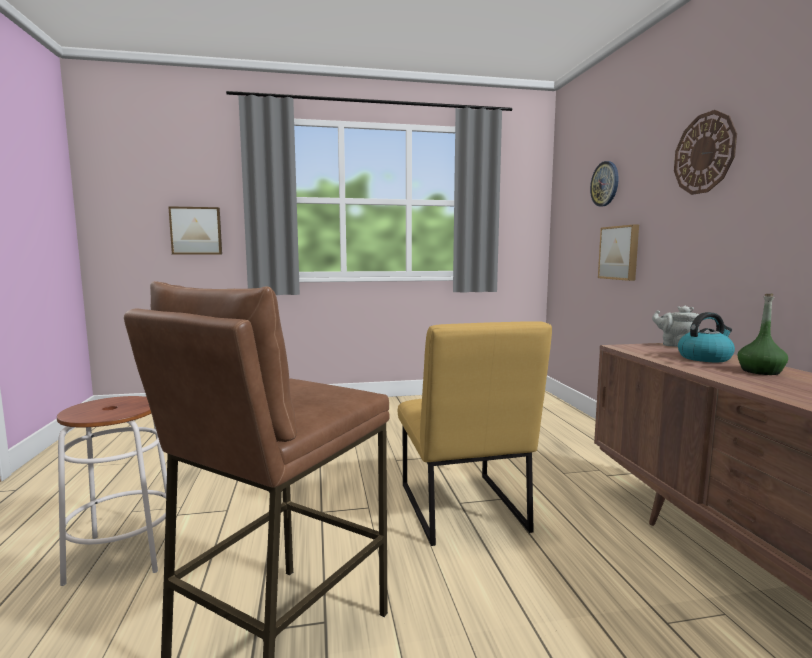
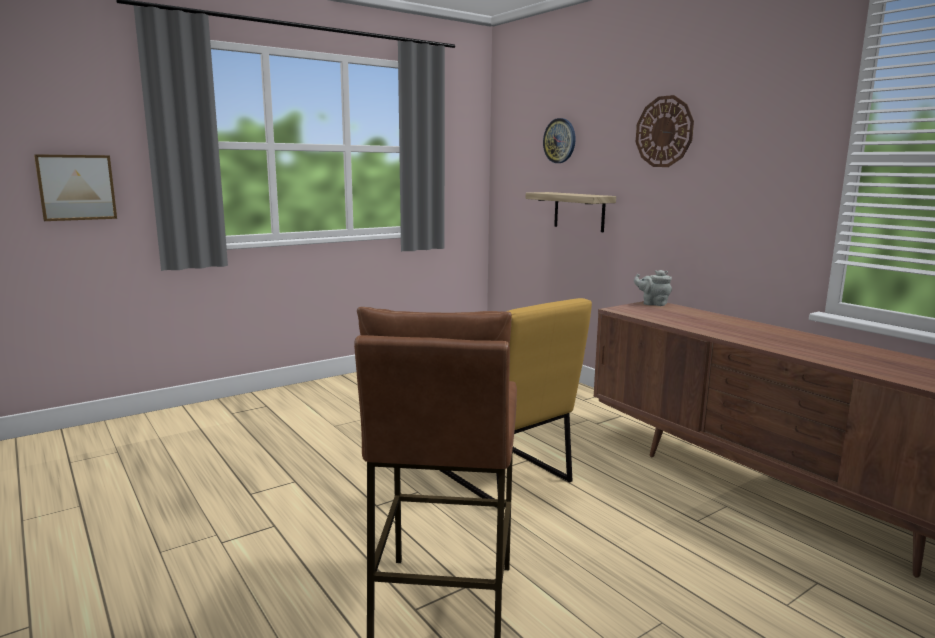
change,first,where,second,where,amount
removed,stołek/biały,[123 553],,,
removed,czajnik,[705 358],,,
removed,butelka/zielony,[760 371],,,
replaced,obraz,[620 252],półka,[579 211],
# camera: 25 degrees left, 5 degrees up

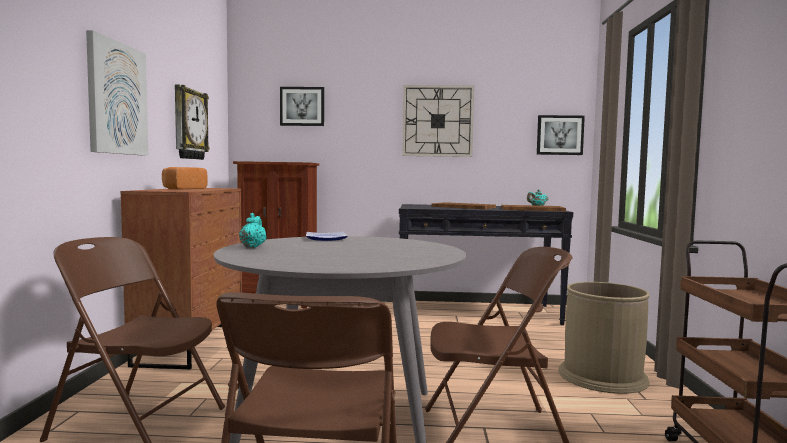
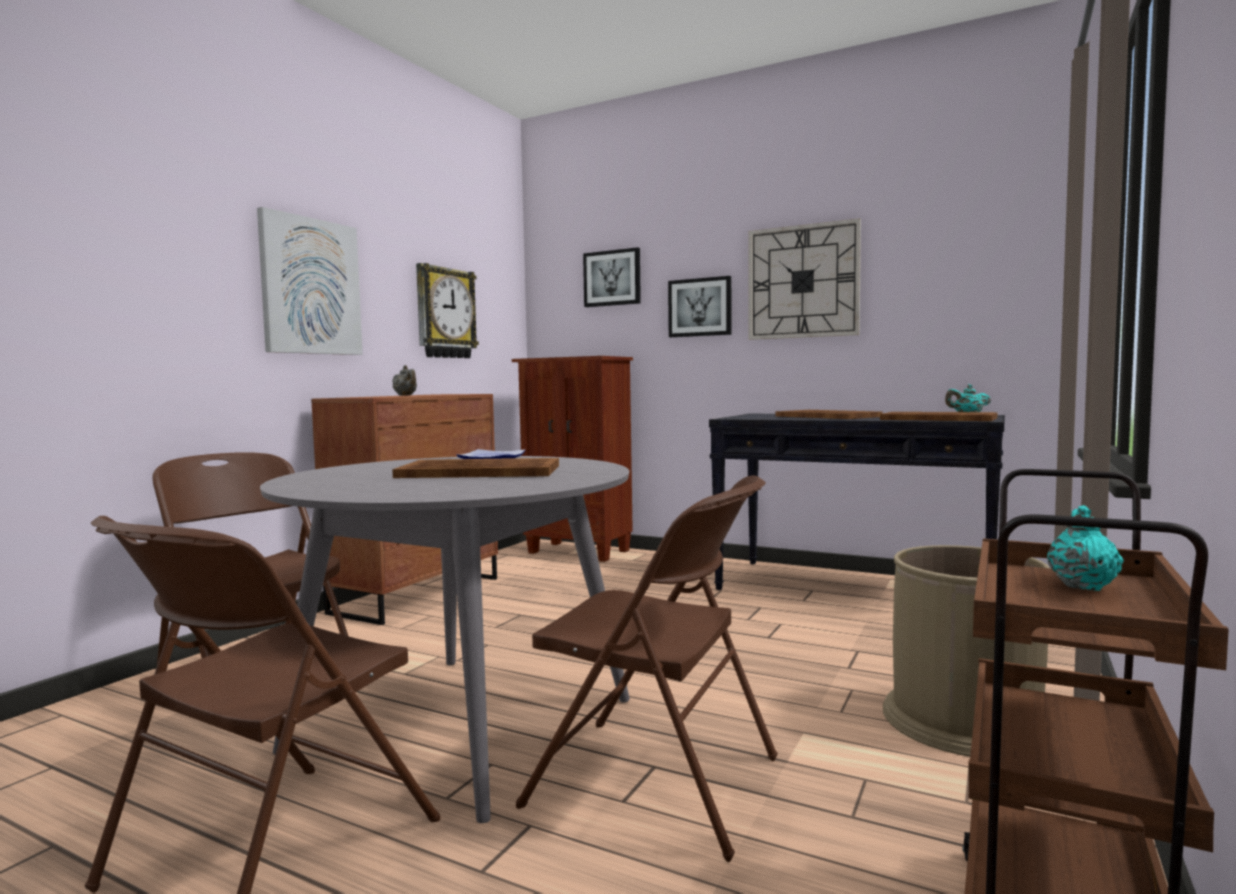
change,first,where,second,where,amount
added,,,taca/brązowy,[482 471],
moved,imbryk/turkusowy,[253 247],,[1082 585],
moved,obraz,[559 135],,[700 307],
replaced,chleb,[183 189],imbryk/szary,[406 395],
# camera: 25 degrees right, 0 degrees up

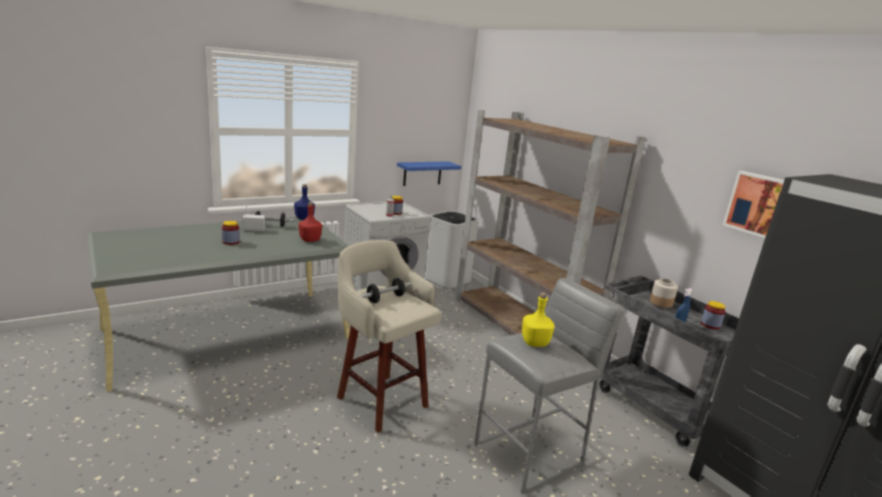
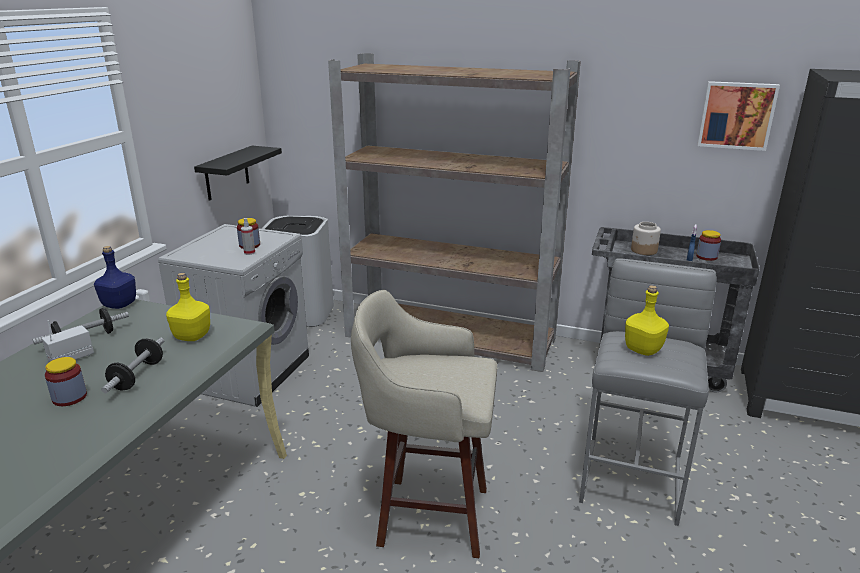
change,first,where,second,where,amount
moved,hantel,[385 298],,[137 376],
recoloured,butelka/czerwony,[310 240],butelka/żółty,[192 336],
recoloured,półka/niebieski,[422 173],półka/czarny,[227 173],
# camera: 35 degrees left, 5 degrees up

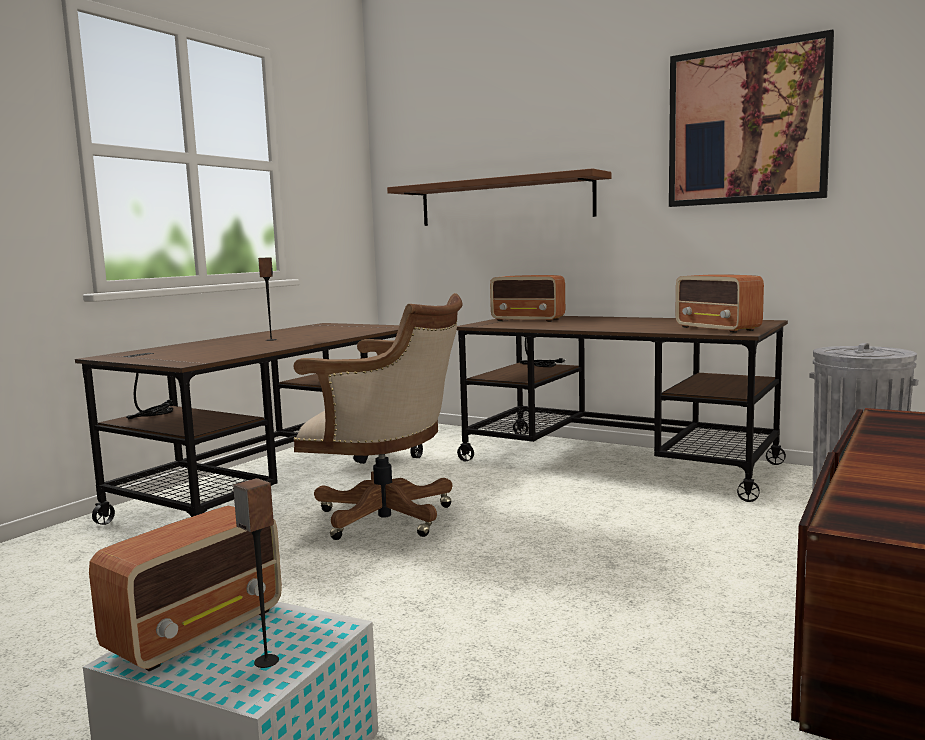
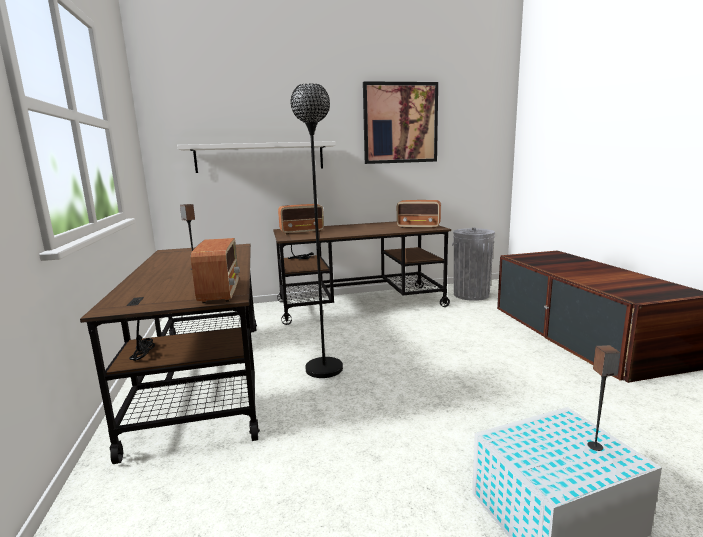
change,first,where,second,where,amount
moved,radio,[199 631],,[220 292],
replaced,krzesło biurowe,[391 518],lampa stojąca/czarny,[324 369],
recoloured,półka/brązowy,[504 201],półka/biały,[260 157],
# camera: 45 degrees left, 5 degrees up

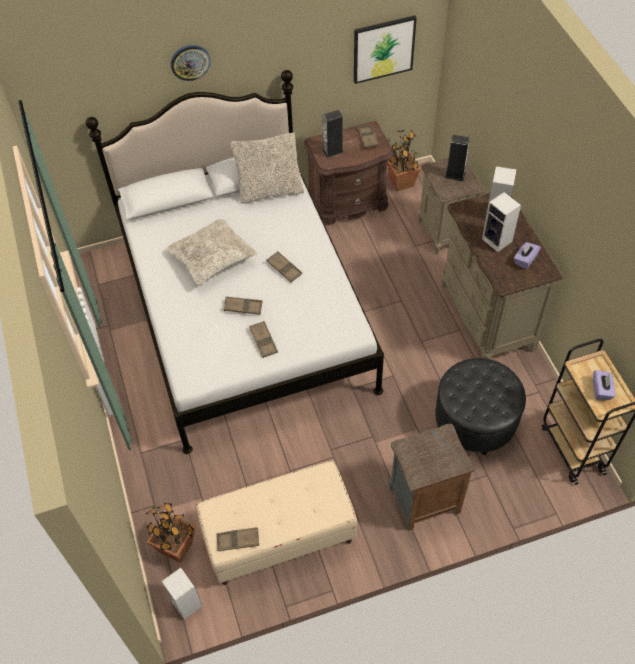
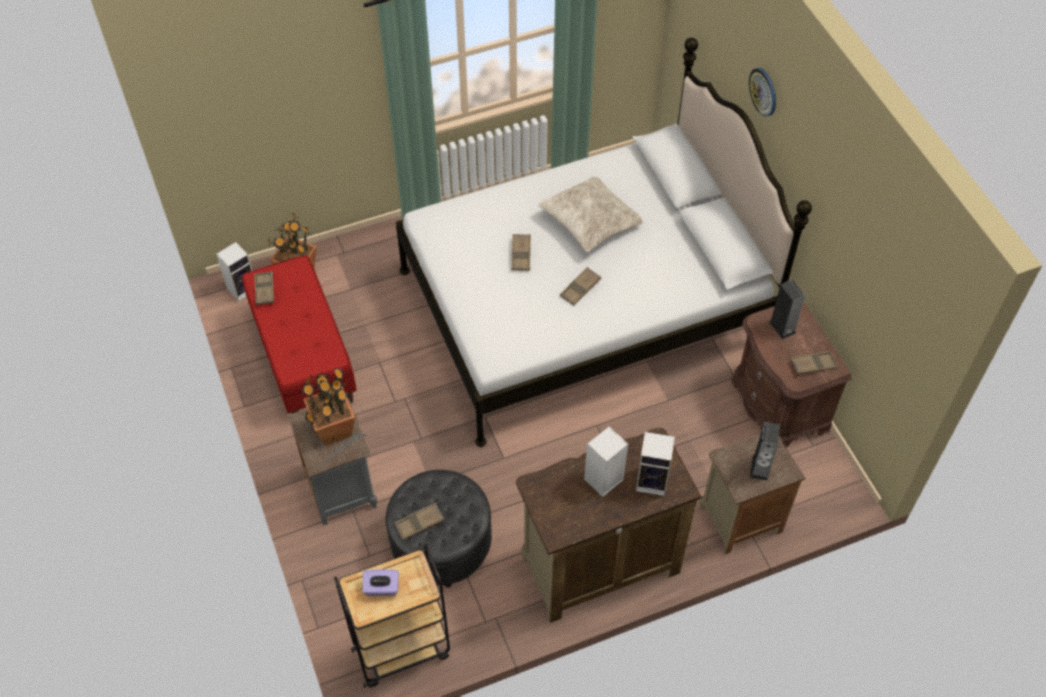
change,first,where,second,where,amount
removed,poduszka/beżowy,[270 188],,,
removed,obraz,[383 49],,,
removed,pudełko chusteczek/fioletowy,[525 260],,,
moved,taca/brązowy,[263 341],,[419 523],
moved,roślina doniczkowa,[401 183],,[333 429],
recoloured,ławka/beżowy,[279 537],ławka/czerwony,[303 357],
# camera: 85 degrees right, 0 degrees up

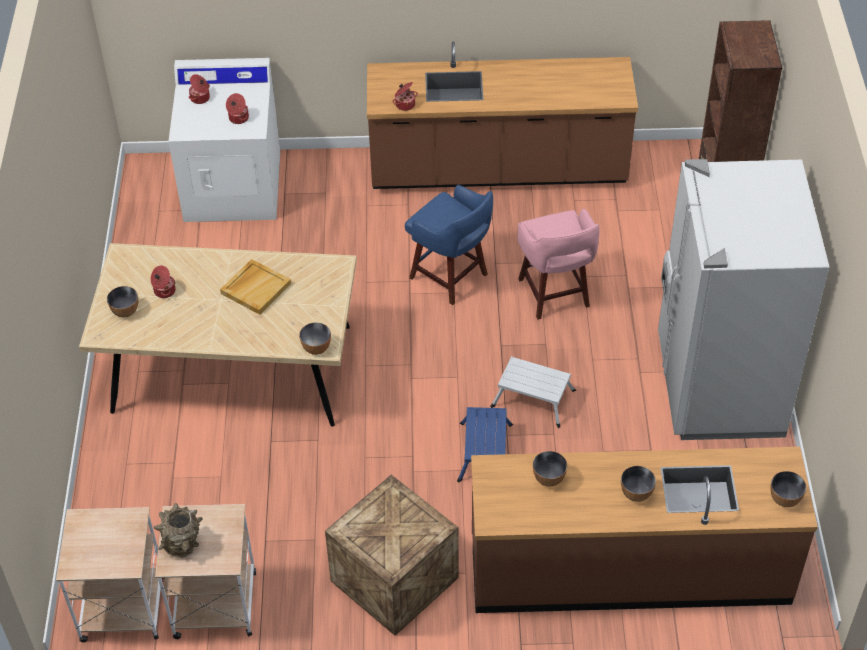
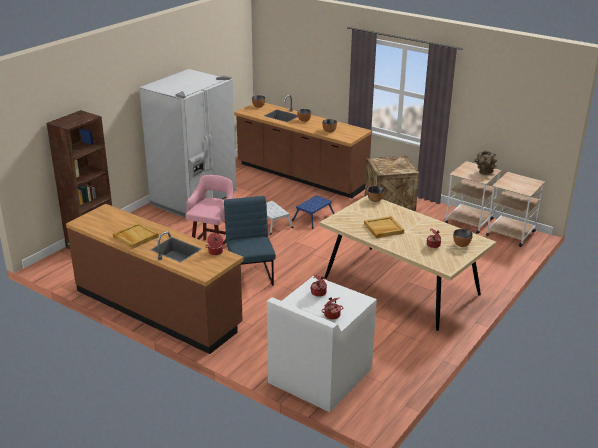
change,first,where,second,where,amount
added,,,taca/beżowy,[135 237],
replaced,stołek/niebieski,[451 278],krzesło/niebieski,[250 274],
# camera: 145 degrees left, 20 degrees down

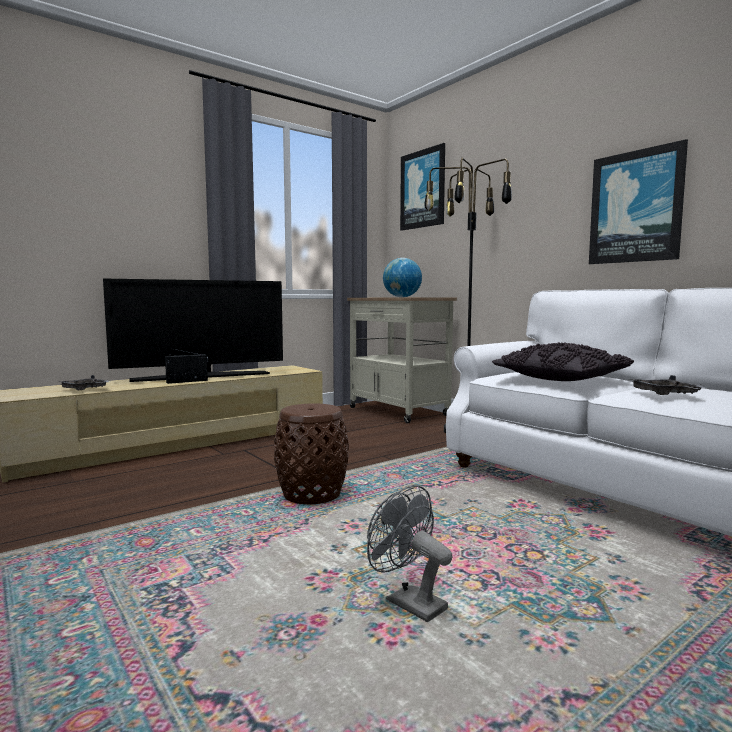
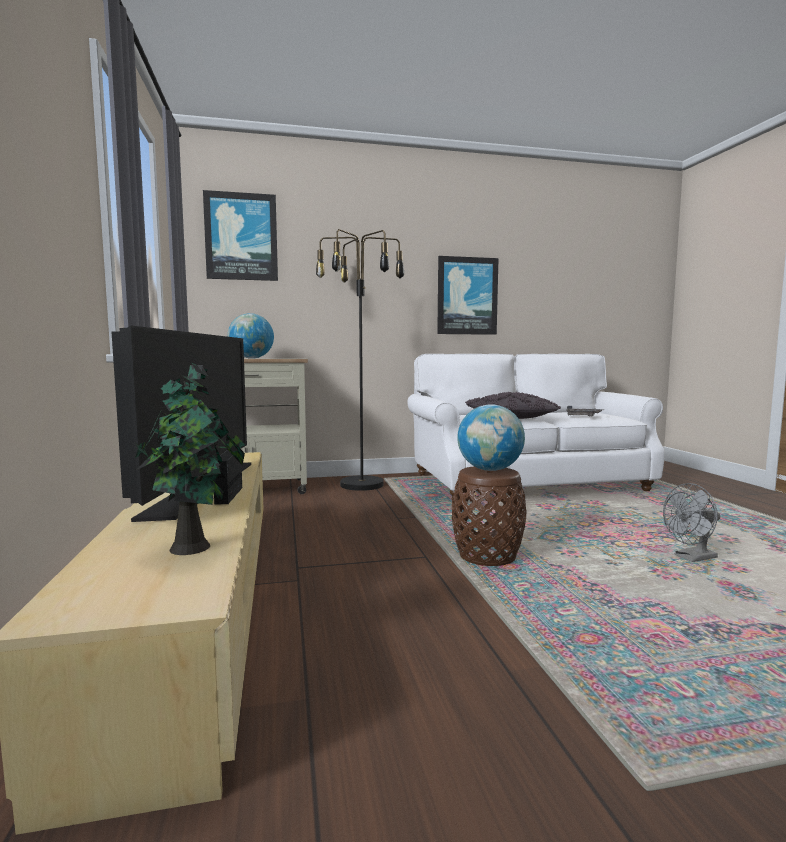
change,first,where,second,where,amount
added,,,globus,[490 470],
replaced,taca/szary,[85 389],roślina doniczkowa,[193 548],
# camera: 65 degrees left, 0 degrees up

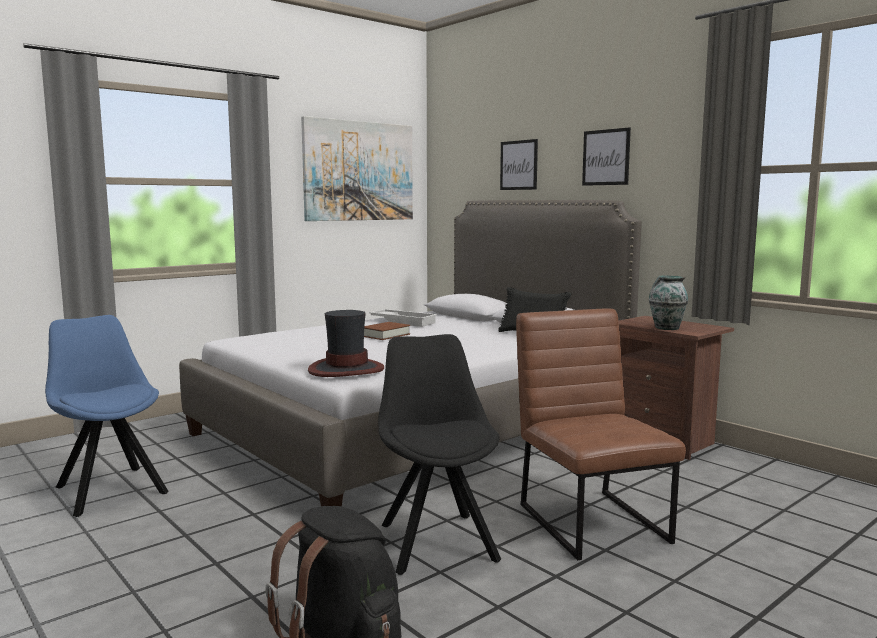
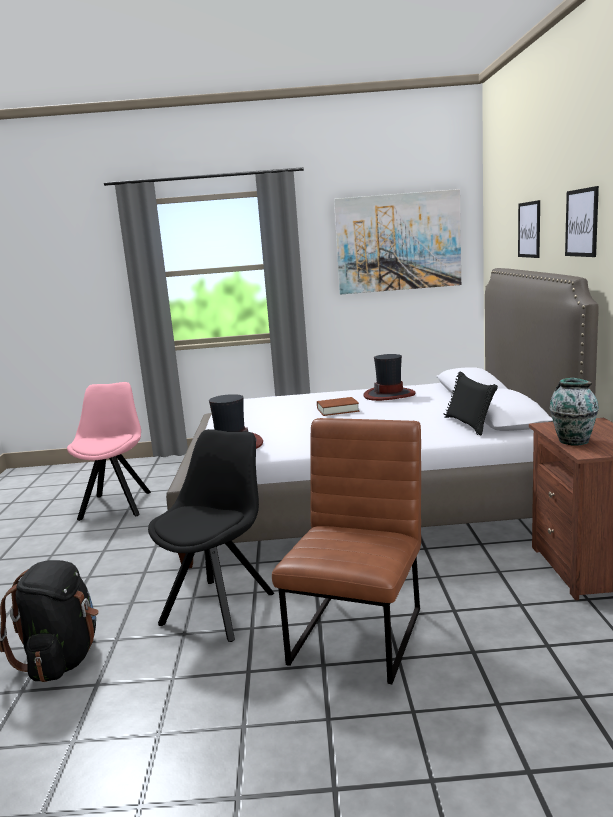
change,first,where,second,where,amount
replaced,taca/biały,[404 322],kapelusz,[389 395],
recoloured,krzesło/niebieski,[110 490],krzesło/różowy,[116 505],
# camera: 40 degrees right, 5 degrees up

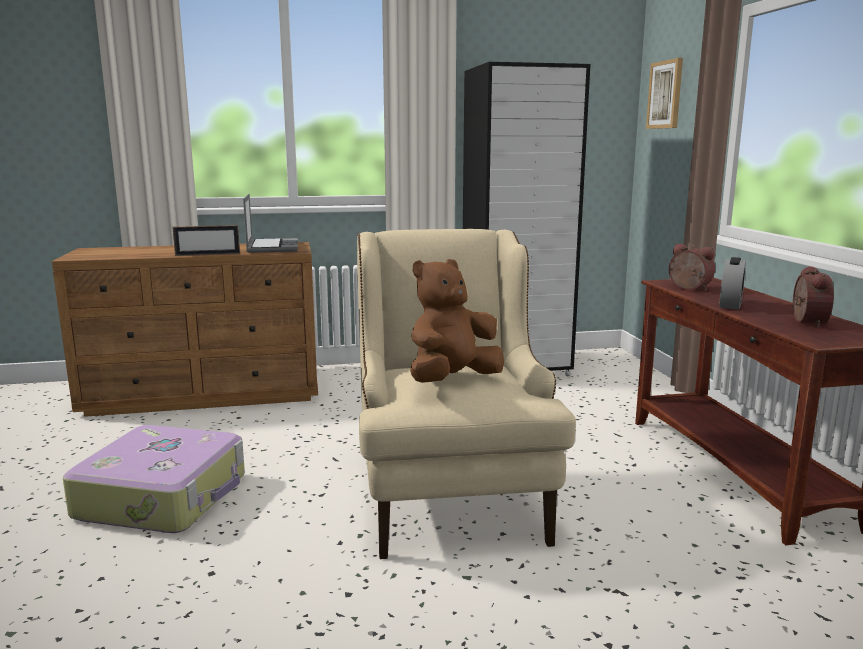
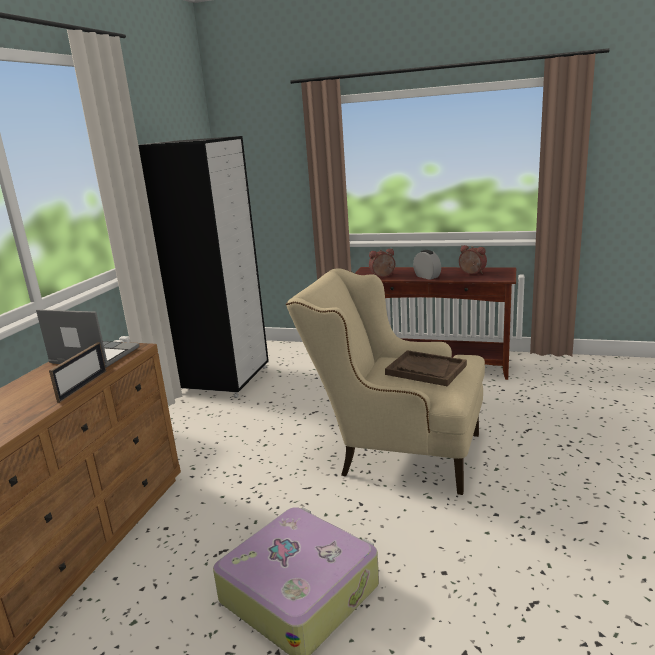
change,first,where,second,where,amount
removed,obraz,[665 95],,,
replaced,pluszak/brązowy,[452 380],taca/brązowy,[425 370],
# camera: 60 degrees left, 5 degrees up

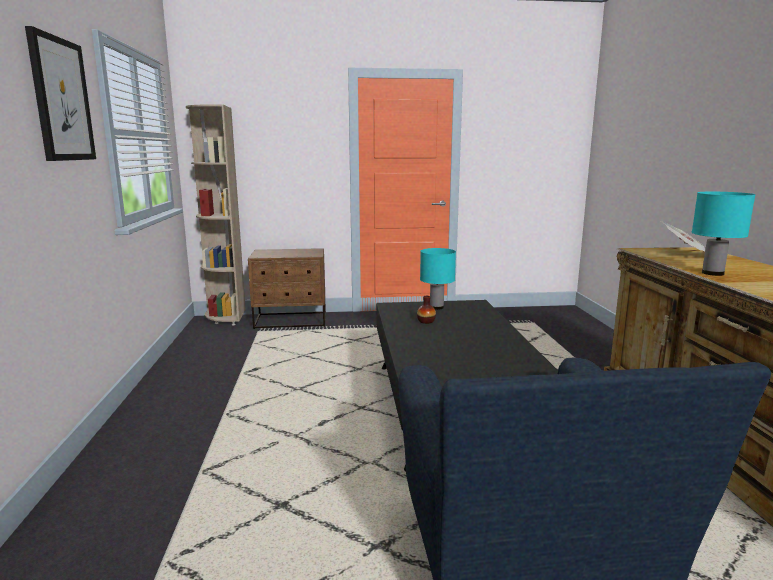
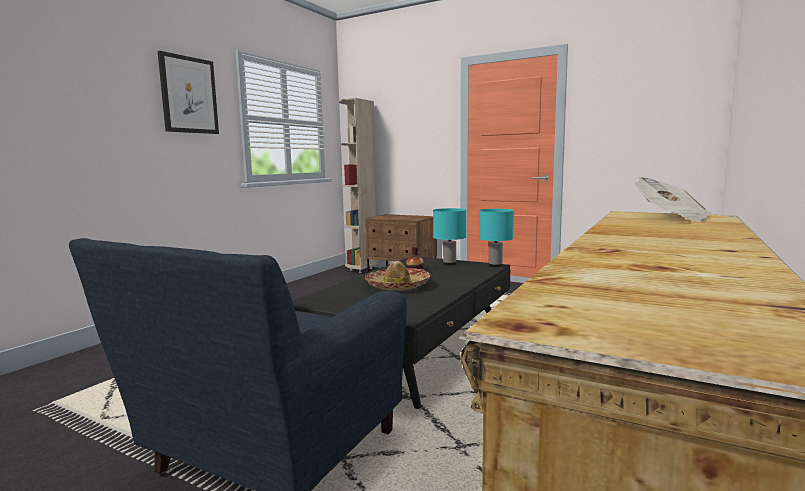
change,first,where,second,where,amount
added,,,kapelusz,[397 286],
moved,lampa stołowa/turkusowy,[712 273],,[495 265],
# camera: 35 degrees right, 5 degrees down

